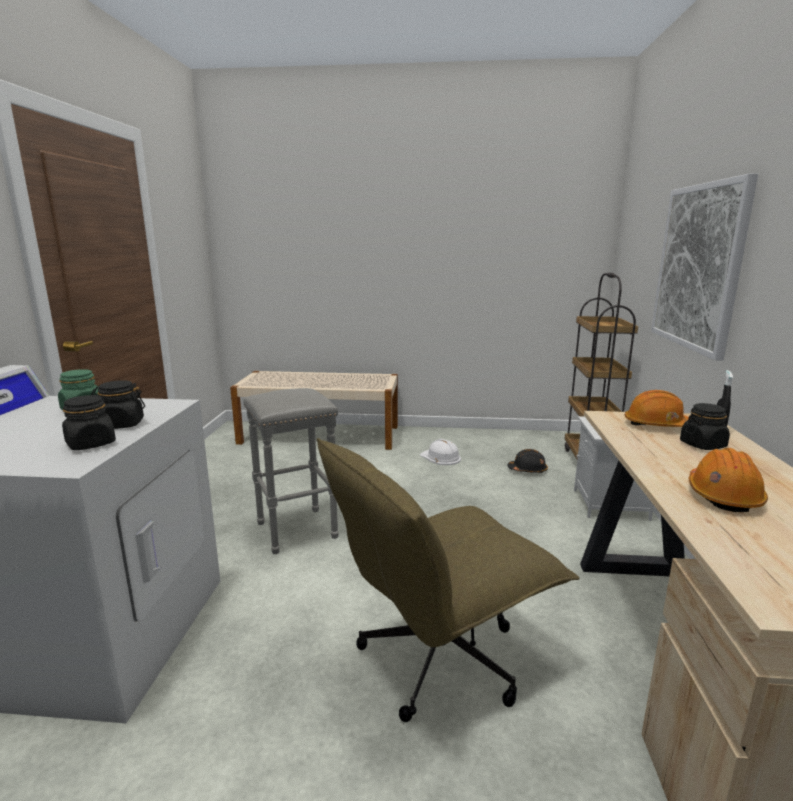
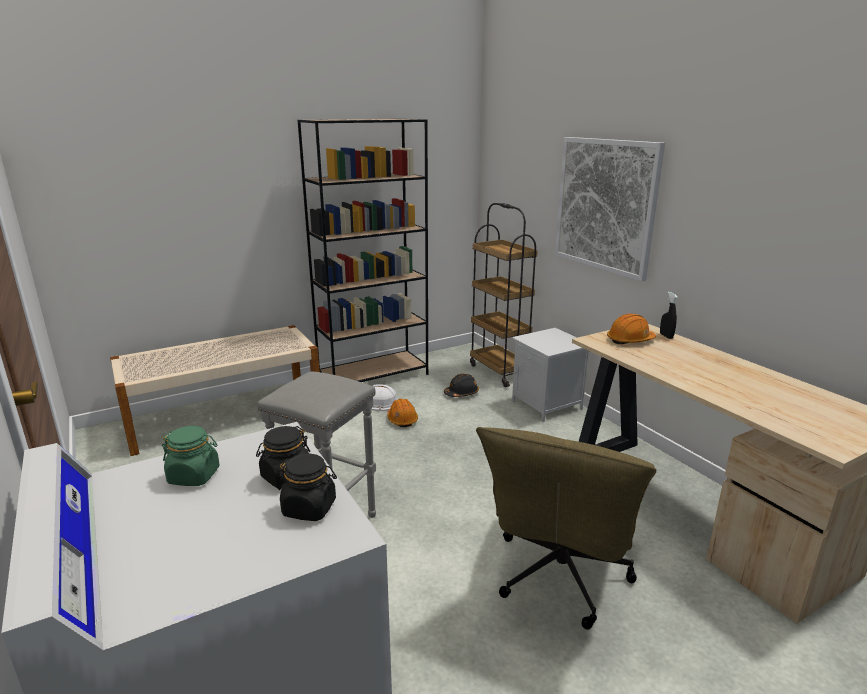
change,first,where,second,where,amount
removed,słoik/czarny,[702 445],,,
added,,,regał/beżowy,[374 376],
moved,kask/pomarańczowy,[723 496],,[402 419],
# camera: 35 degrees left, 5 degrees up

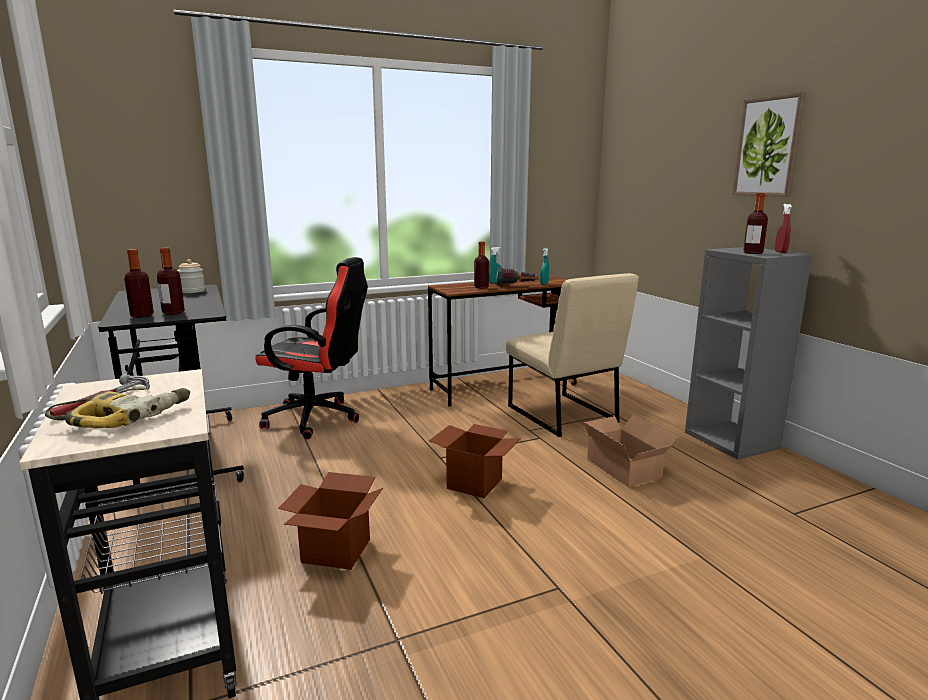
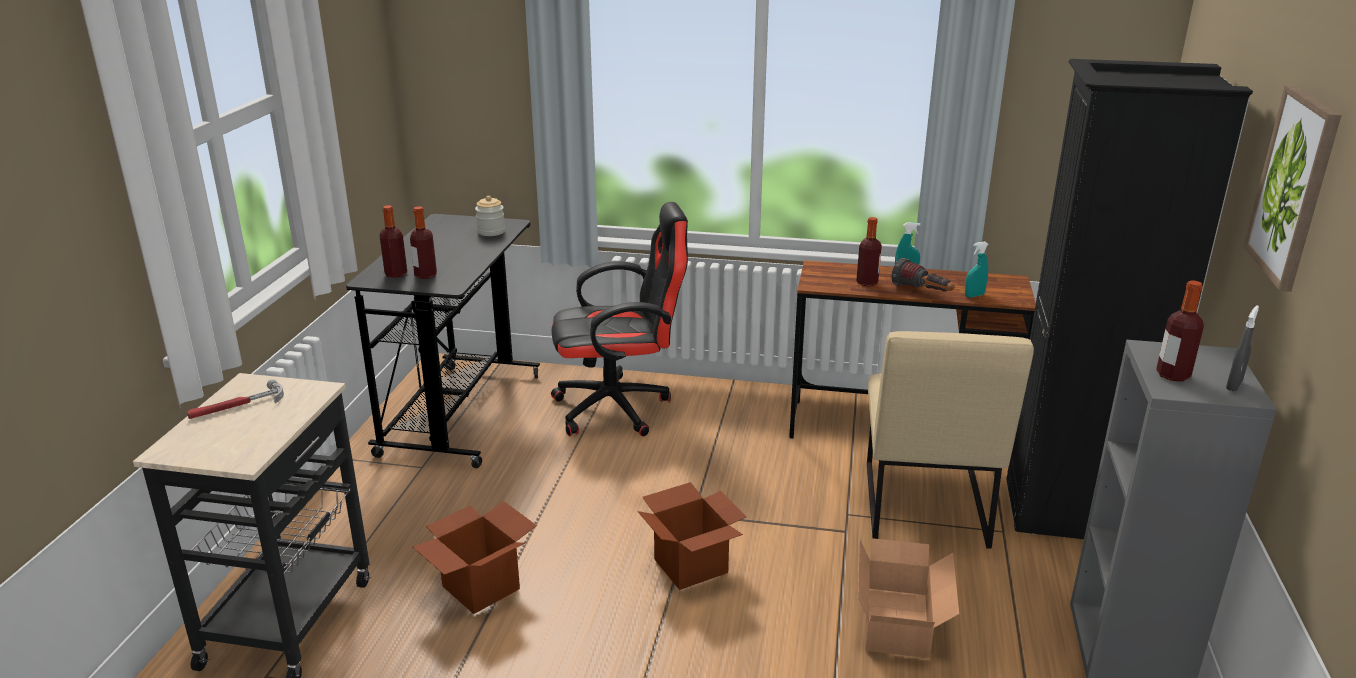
change,first,where,second,where,amount
removed,wiertarka,[125 416],,,
added,,,szafka/czarny,[1068 512],
recoloured,spryskiwacz/czerwony,[780 252],spryskiwacz/szary,[1234 385],
turned,krzesło biurowe/czarny,[319 420],,[621 409],60 degrees counterclockwise
# camera: 35 degrees right, 10 degrees up

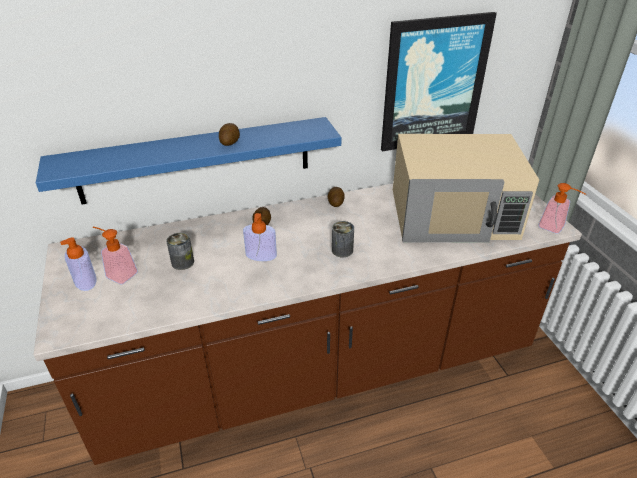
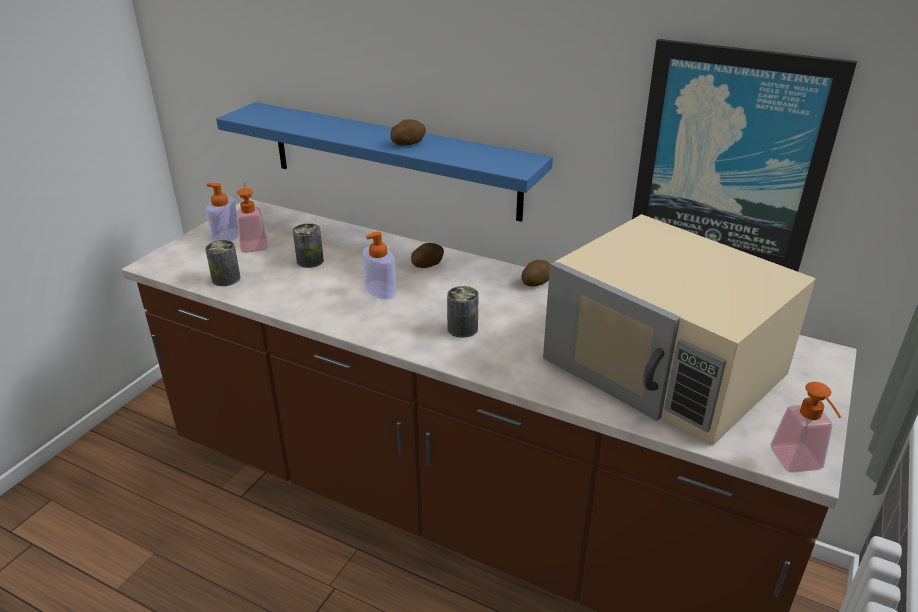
change,first,where,second,where,amount
added,,,puszka,[226 279],
# camera: 45 degrees right, 5 degrees down

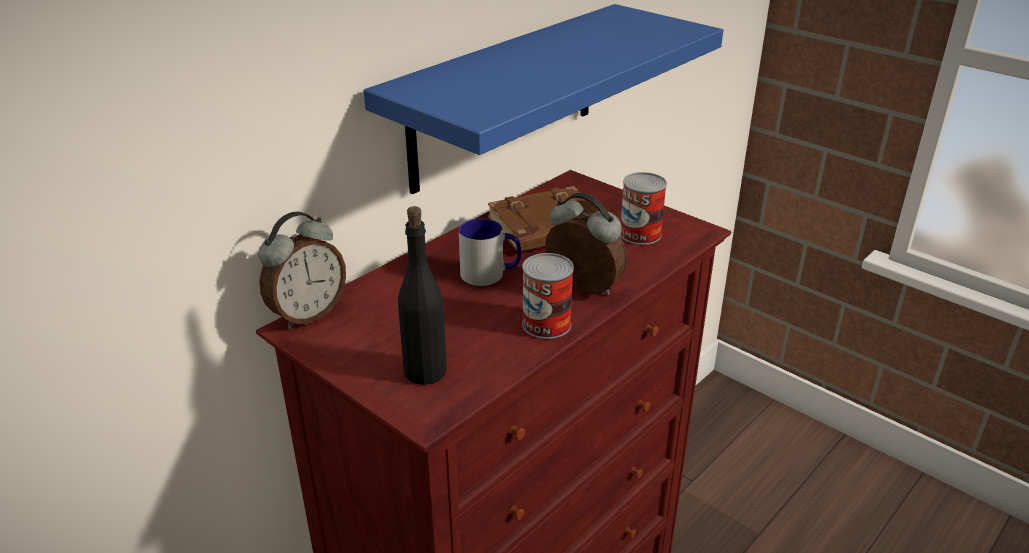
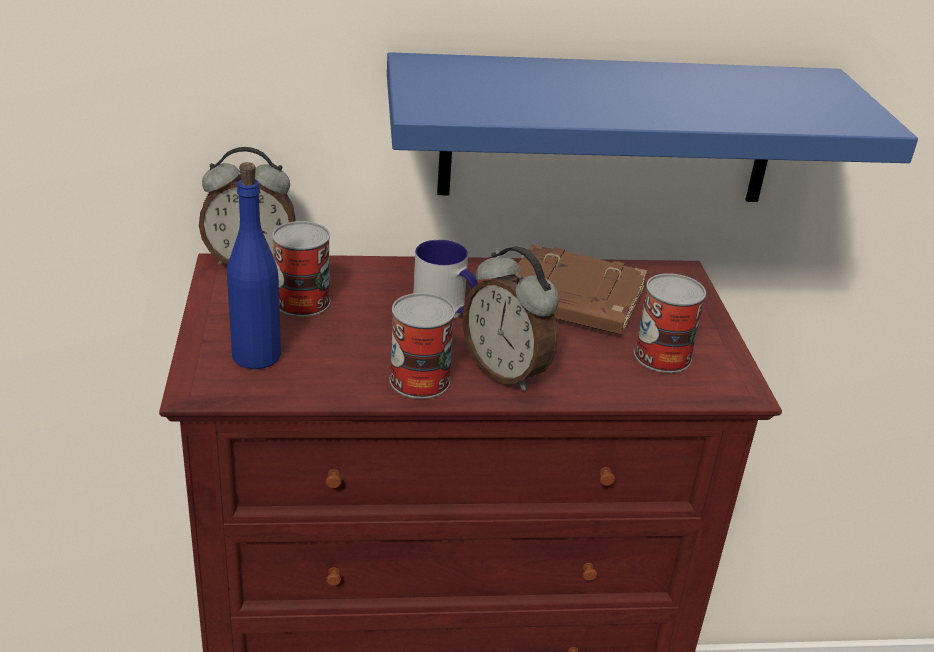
change,first,where,second,where,amount
added,,,puszka,[302 302],
recoloured,butelka/czarny,[425 371],butelka/niebieski,[257 355],
turned,budzik,[582 289],,[506 372],150 degrees clockwise
# camera: 40 degrees right, 0 degrees up

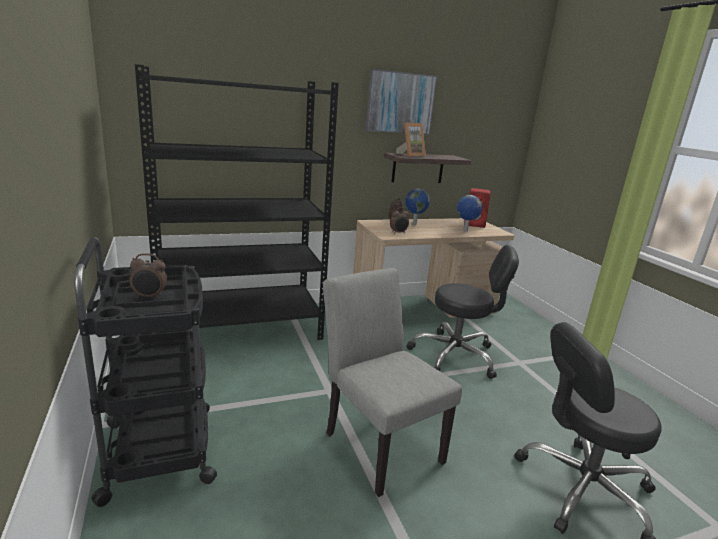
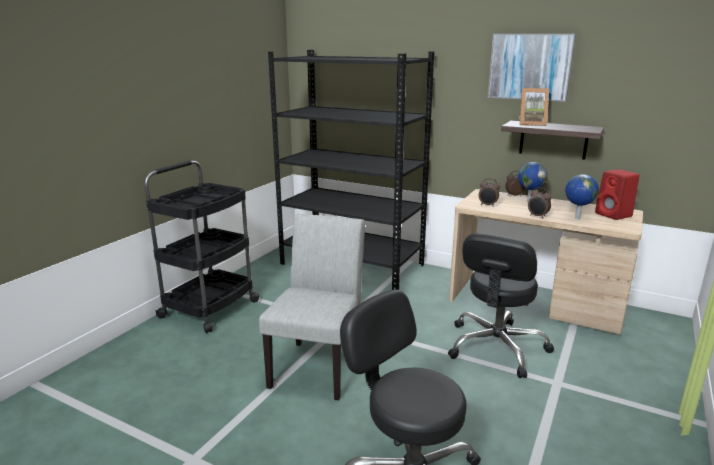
change,first,where,second,where,amount
moved,budzik,[149 297],,[537 216],
turned,krzesło biurowe/czarny,[458 356],,[495 349],60 degrees clockwise
# camera: 50 degrees right, 0 degrees up

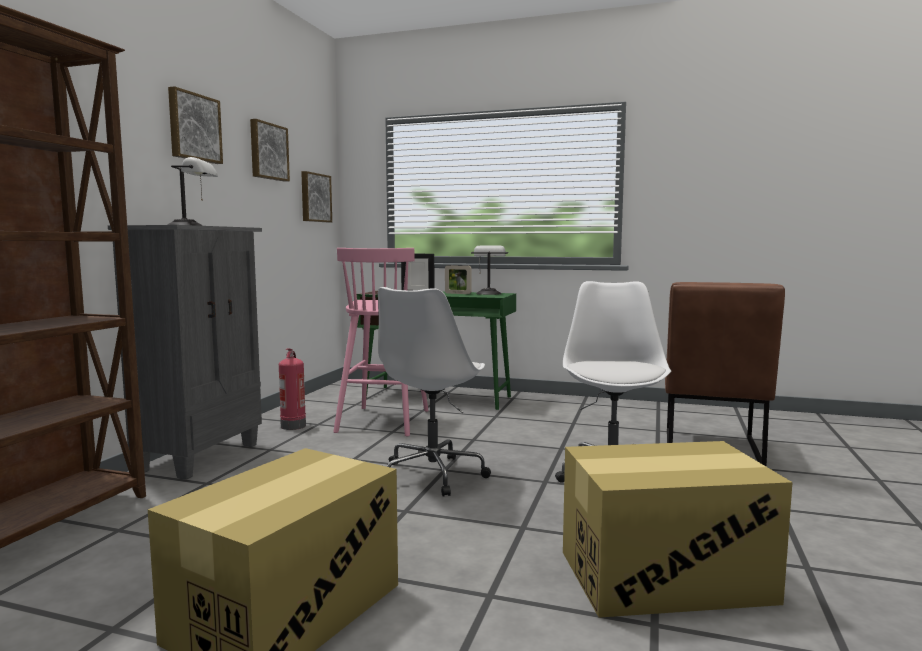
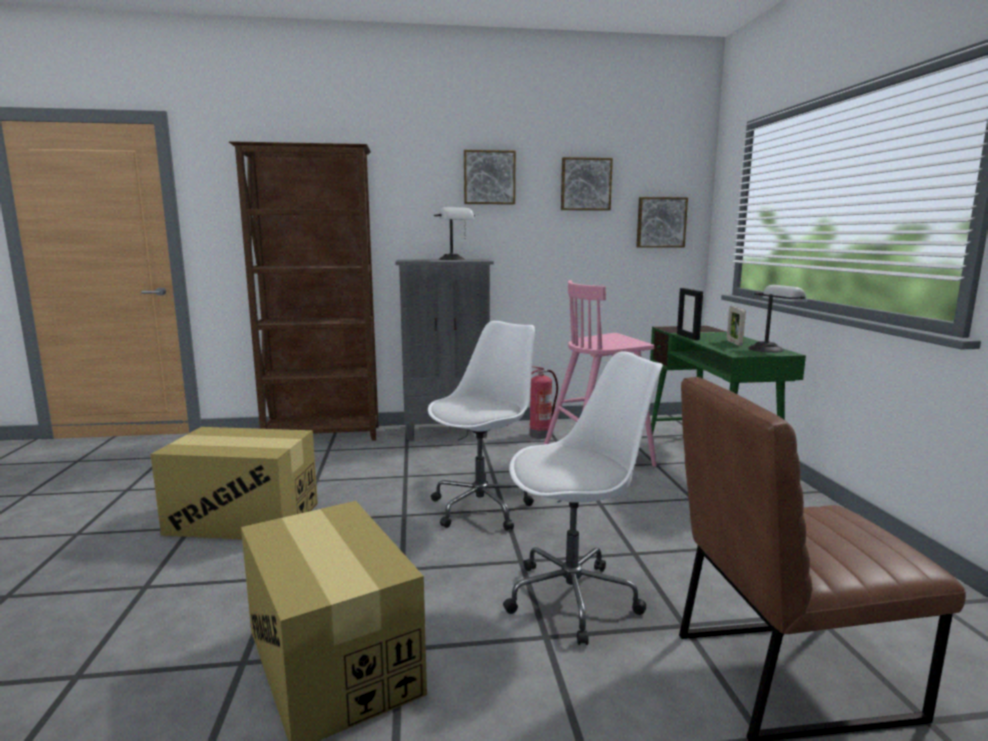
change,first,where,second,where,amount
turned,krzesło biurowe/biały,[431 476],,[482 508],135 degrees clockwise
# camera: 65 degrees right, 5 degrees up

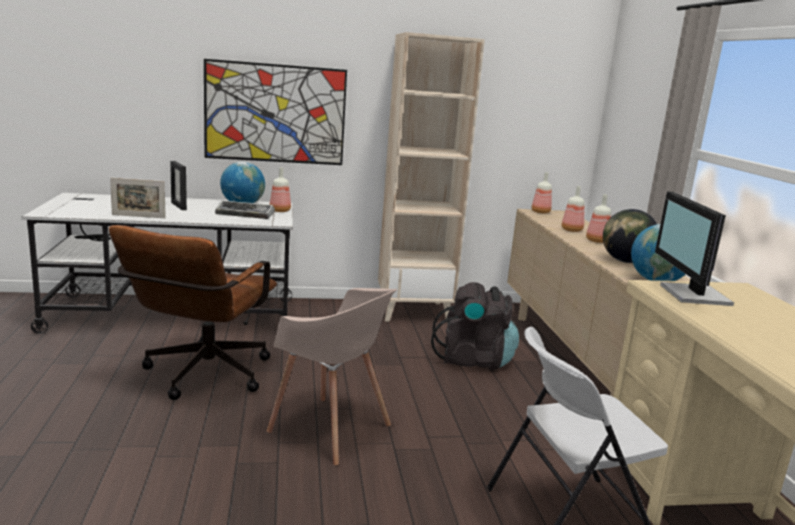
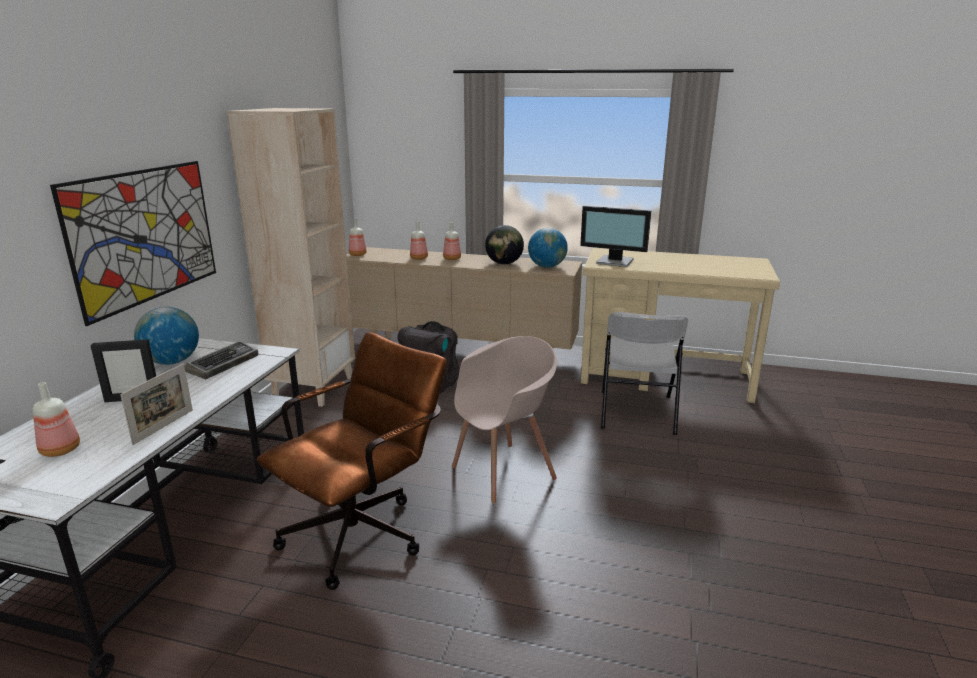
change,first,where,second,where,amount
moved,butelka,[279 211],,[61 450],
turned,krzesło biurowe/brązowy,[201 377],,[363 530],90 degrees counterclockwise
# camera: 65 degrees left, 5 degrees up

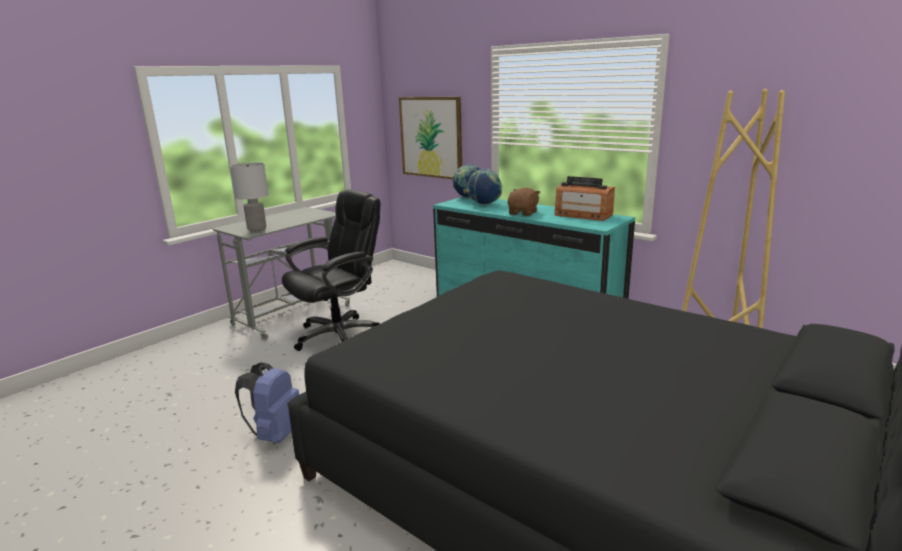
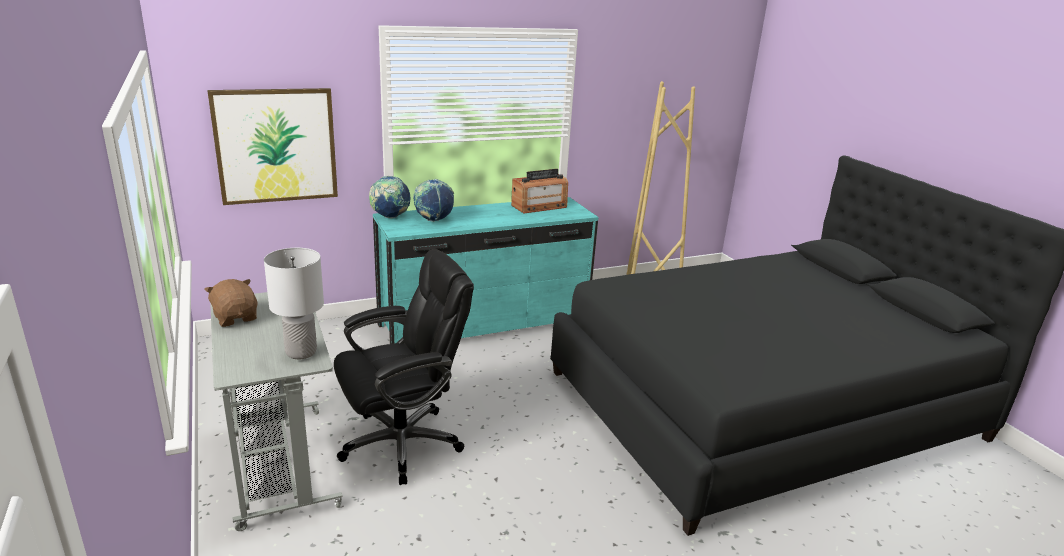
change,first,where,second,where,amount
removed,plecak/niebieski,[275 434],,,
moved,pluszak/brązowy,[523 213],,[236 317],
turned,krzesło biurowe/czarny,[338 336],,[401 443],75 degrees clockwise
# camera: 65 degrees left, 5 degrees up

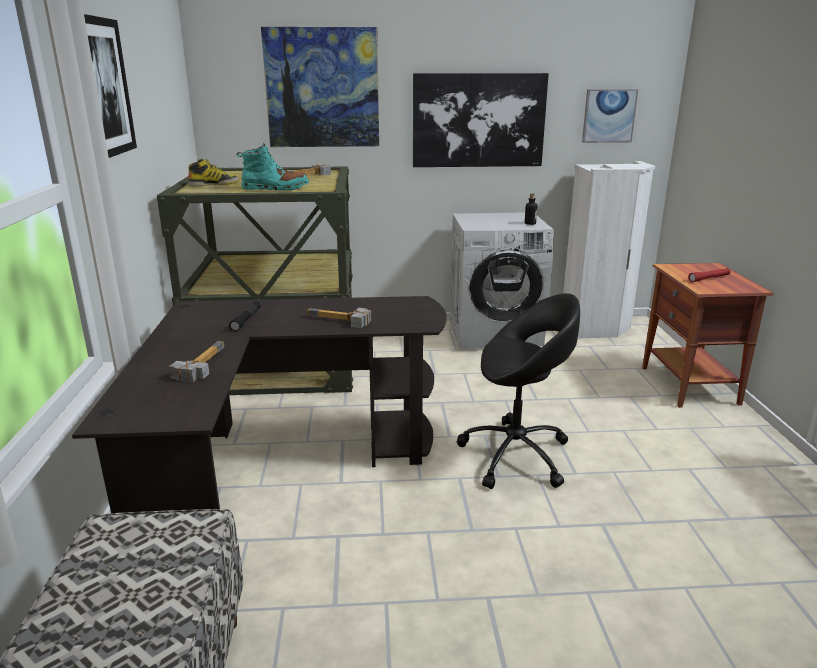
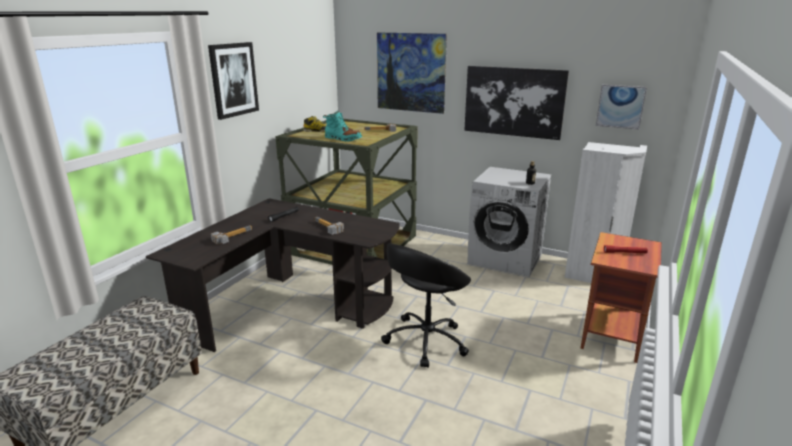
change,first,where,second,where,amount
turned,krzesło biurowe/czarny,[517 455],,[424 342],90 degrees clockwise
# camera: 30 degrees right, 0 degrees up

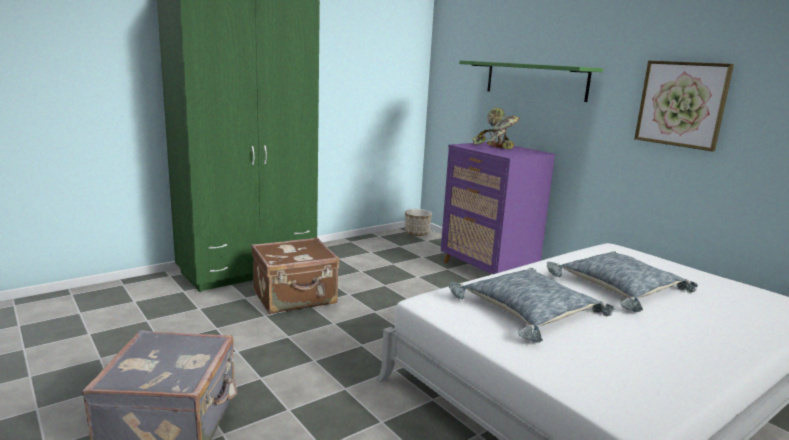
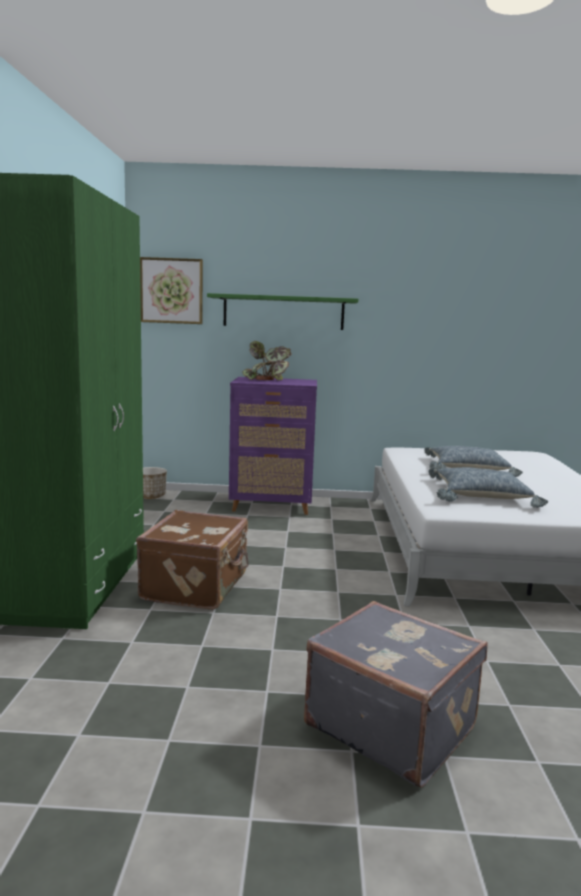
change,first,where,second,where,amount
moved,obraz,[681 104],,[171 291],
# camera: 50 degrees left, 5 degrees down

